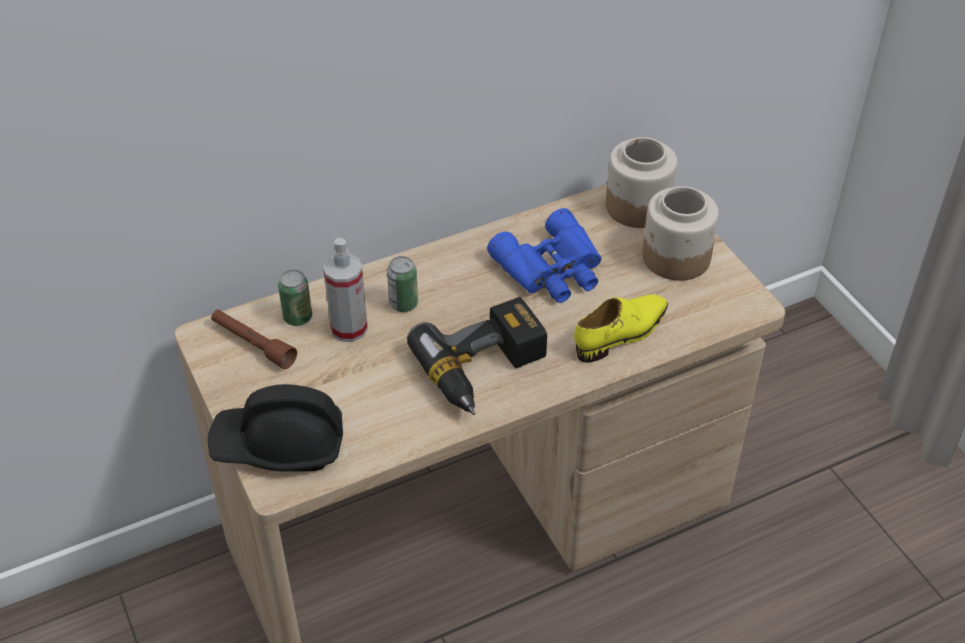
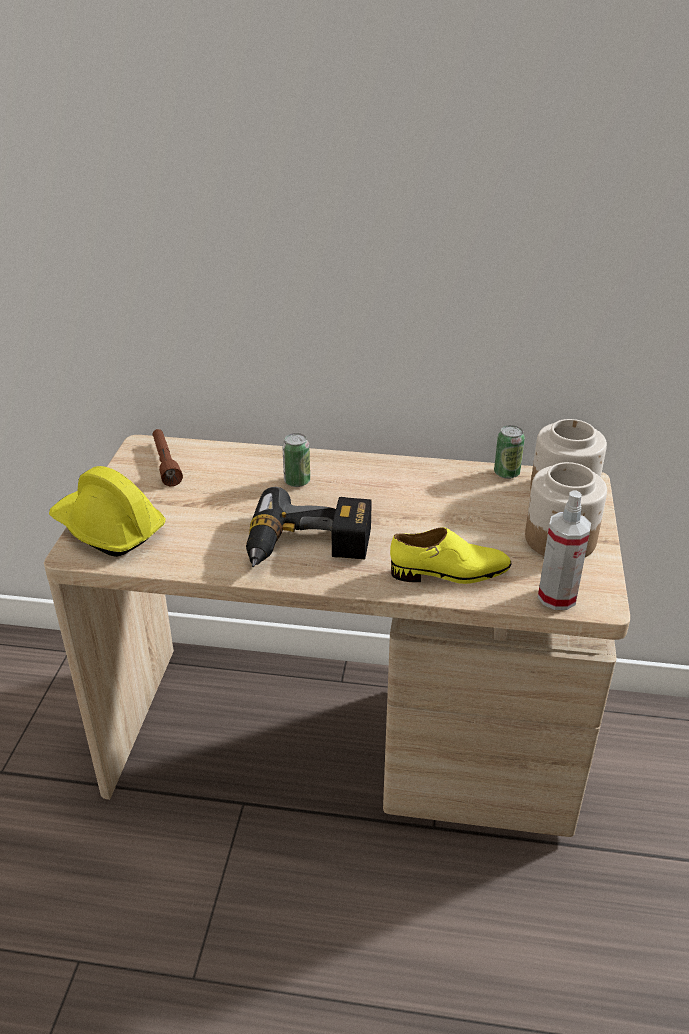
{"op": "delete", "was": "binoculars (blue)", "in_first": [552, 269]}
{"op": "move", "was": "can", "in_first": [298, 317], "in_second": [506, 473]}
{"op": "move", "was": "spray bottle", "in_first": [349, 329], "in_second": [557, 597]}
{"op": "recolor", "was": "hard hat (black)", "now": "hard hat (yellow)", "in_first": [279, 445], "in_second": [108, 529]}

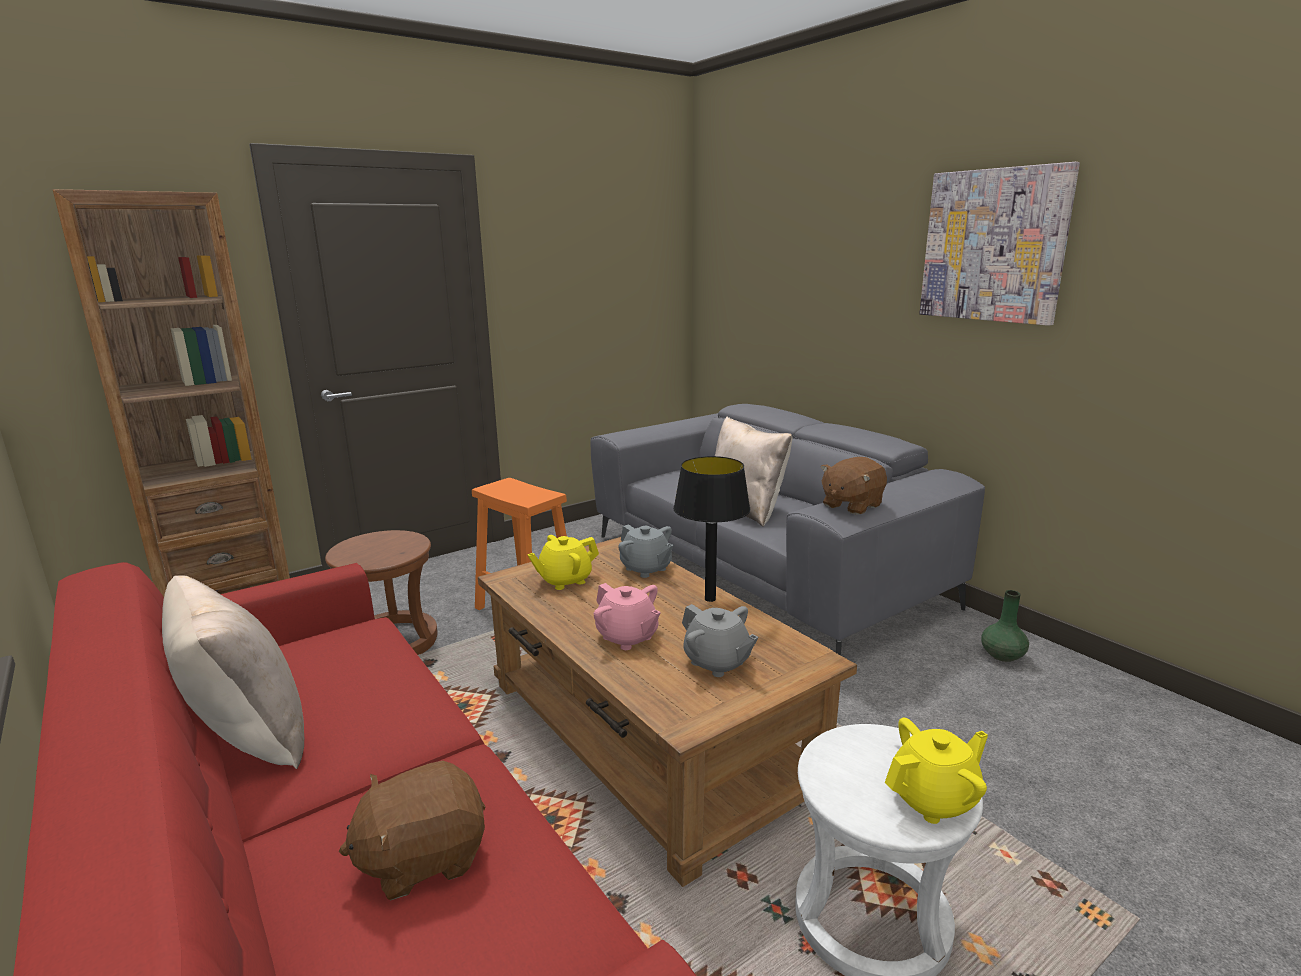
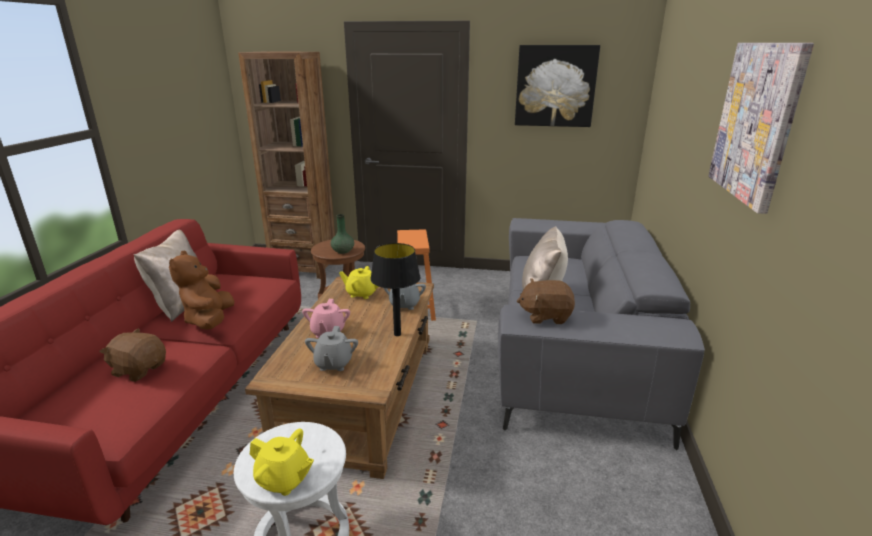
{"op": "insert", "now": "plush toy (brown)", "in_second": [209, 320]}
{"op": "insert", "now": "picture", "in_second": [555, 86]}
{"op": "move", "was": "vase (green)", "in_first": [1002, 655], "in_second": [343, 251]}

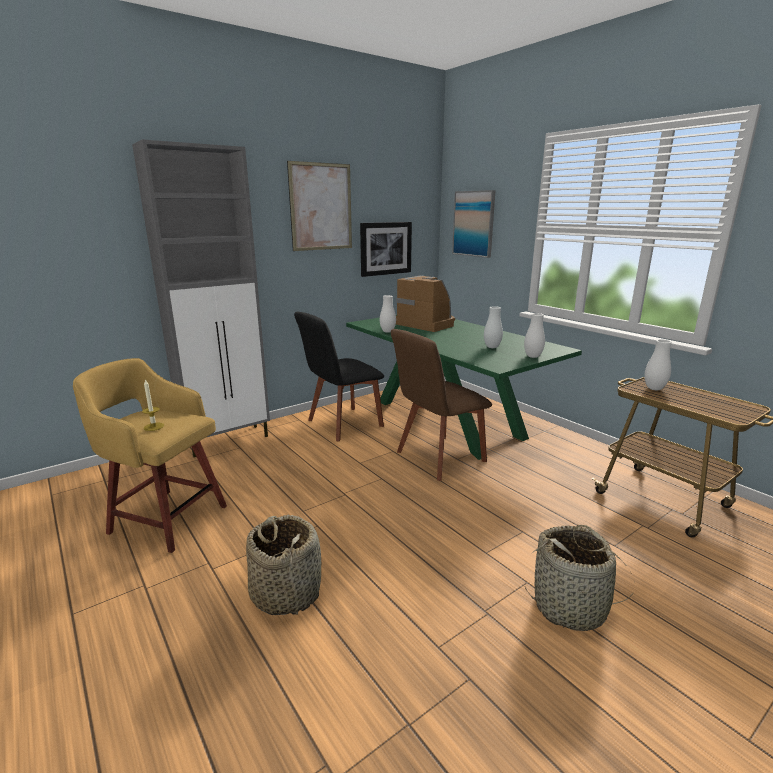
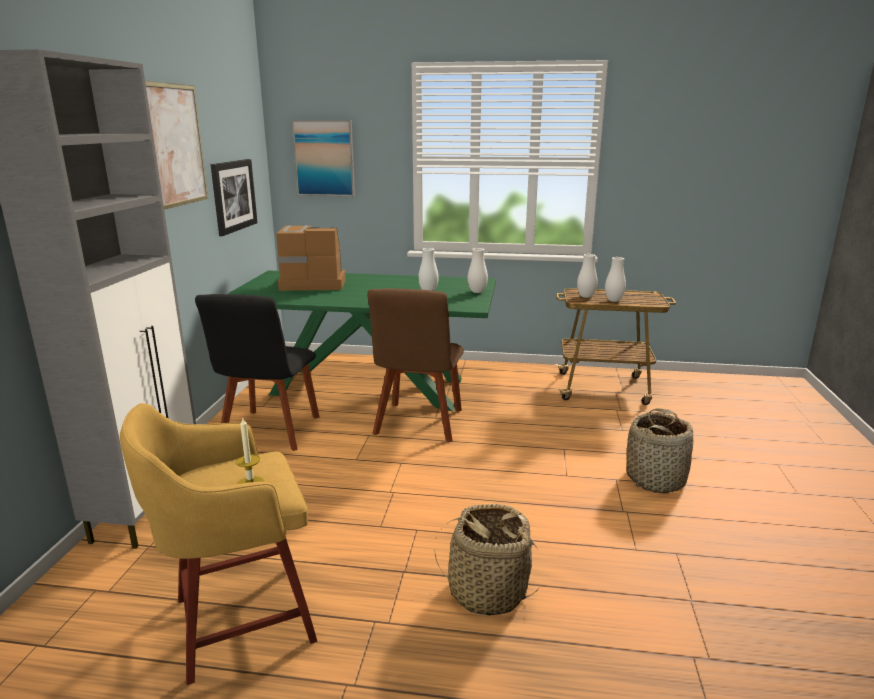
{"op": "move", "was": "vase (white)", "in_first": [387, 331], "in_second": [613, 300]}

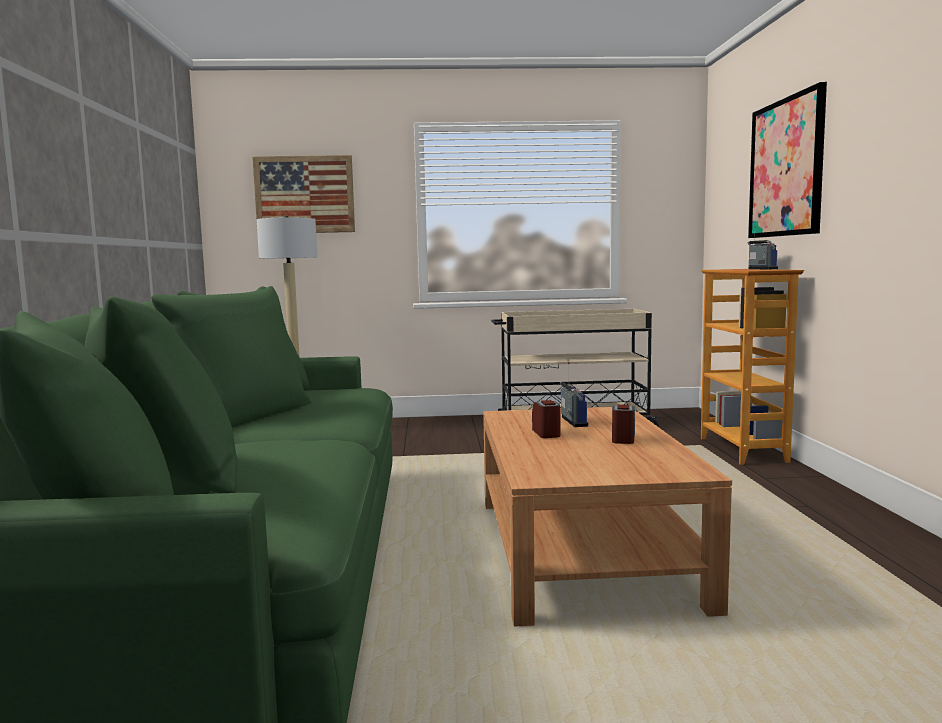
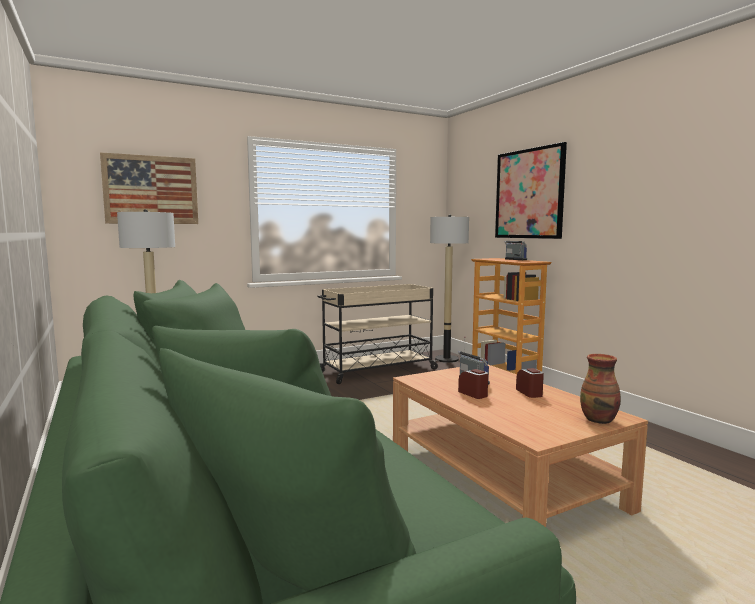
{"op": "insert", "now": "floor lamp", "in_second": [446, 359]}
{"op": "insert", "now": "vase", "in_second": [599, 420]}

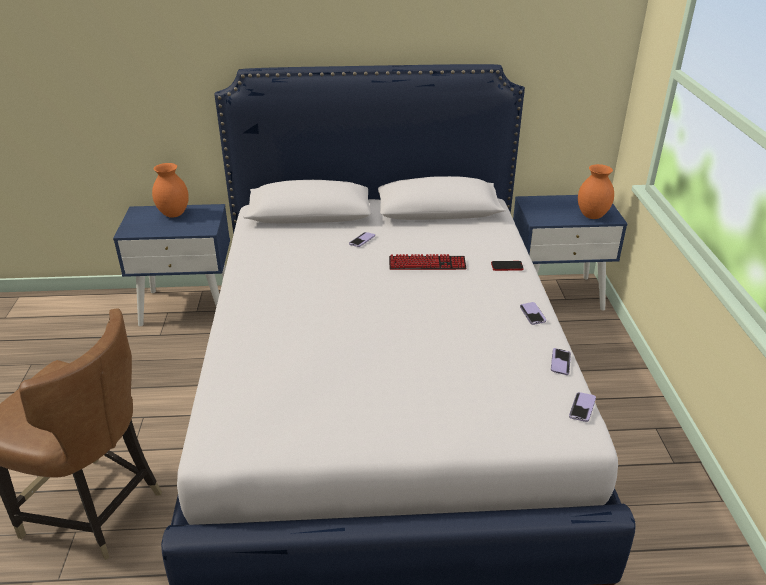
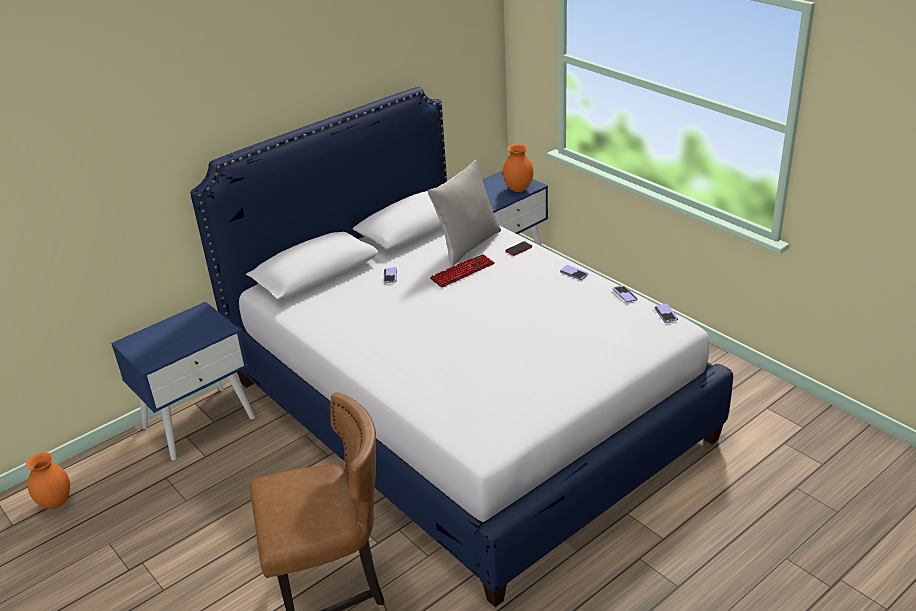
{"op": "insert", "now": "pillow (grey)", "in_second": [467, 245]}
{"op": "move", "was": "vase (orange)", "in_first": [173, 214], "in_second": [55, 503]}

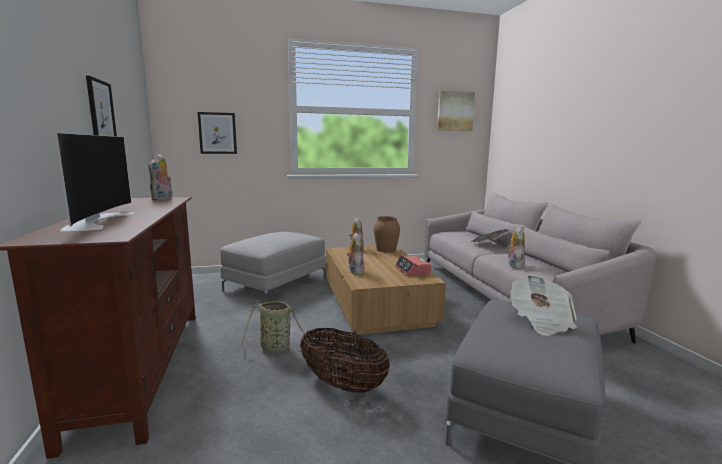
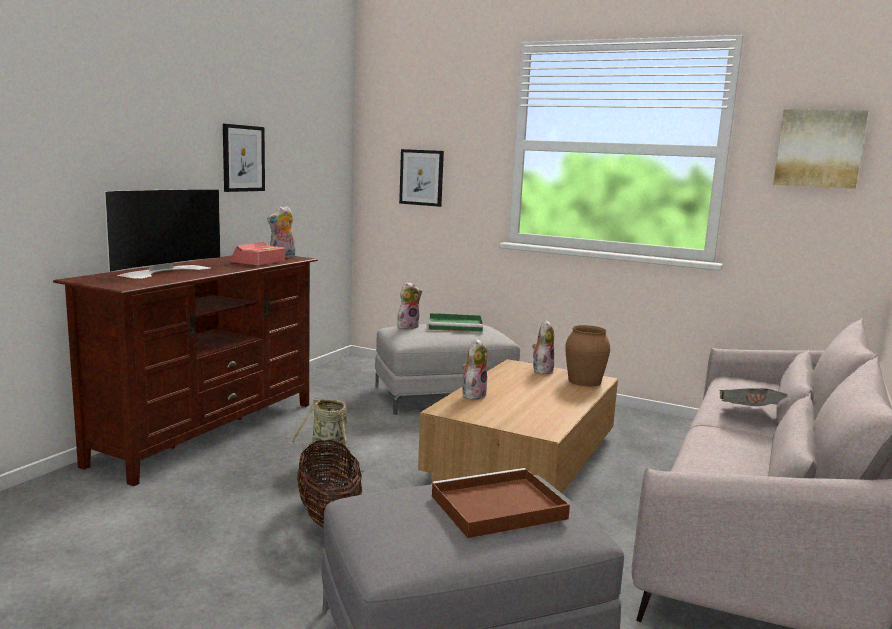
{"op": "insert", "now": "tray (green)", "in_second": [456, 325]}
{"op": "move", "was": "alarm clock", "in_first": [412, 270], "in_second": [258, 262]}
{"op": "move", "was": "plush toy", "in_first": [514, 265], "in_second": [407, 327]}
{"op": "replace", "was": "newspaper", "now": "tray (brown)", "in_first": [540, 321], "in_second": [496, 508]}

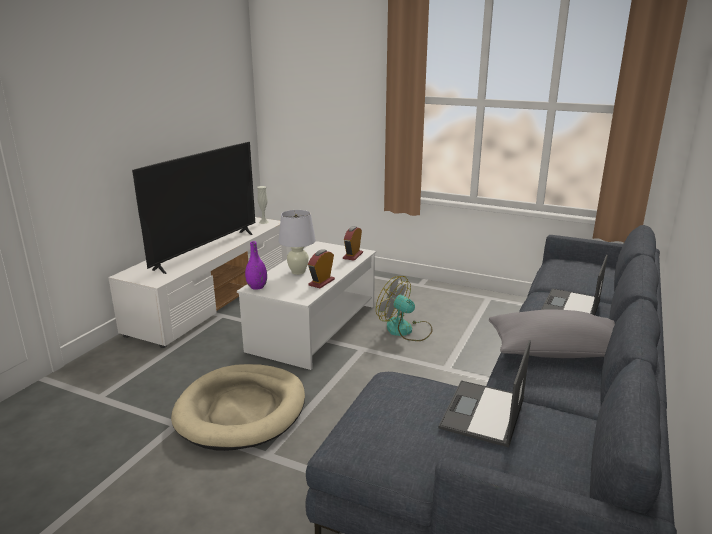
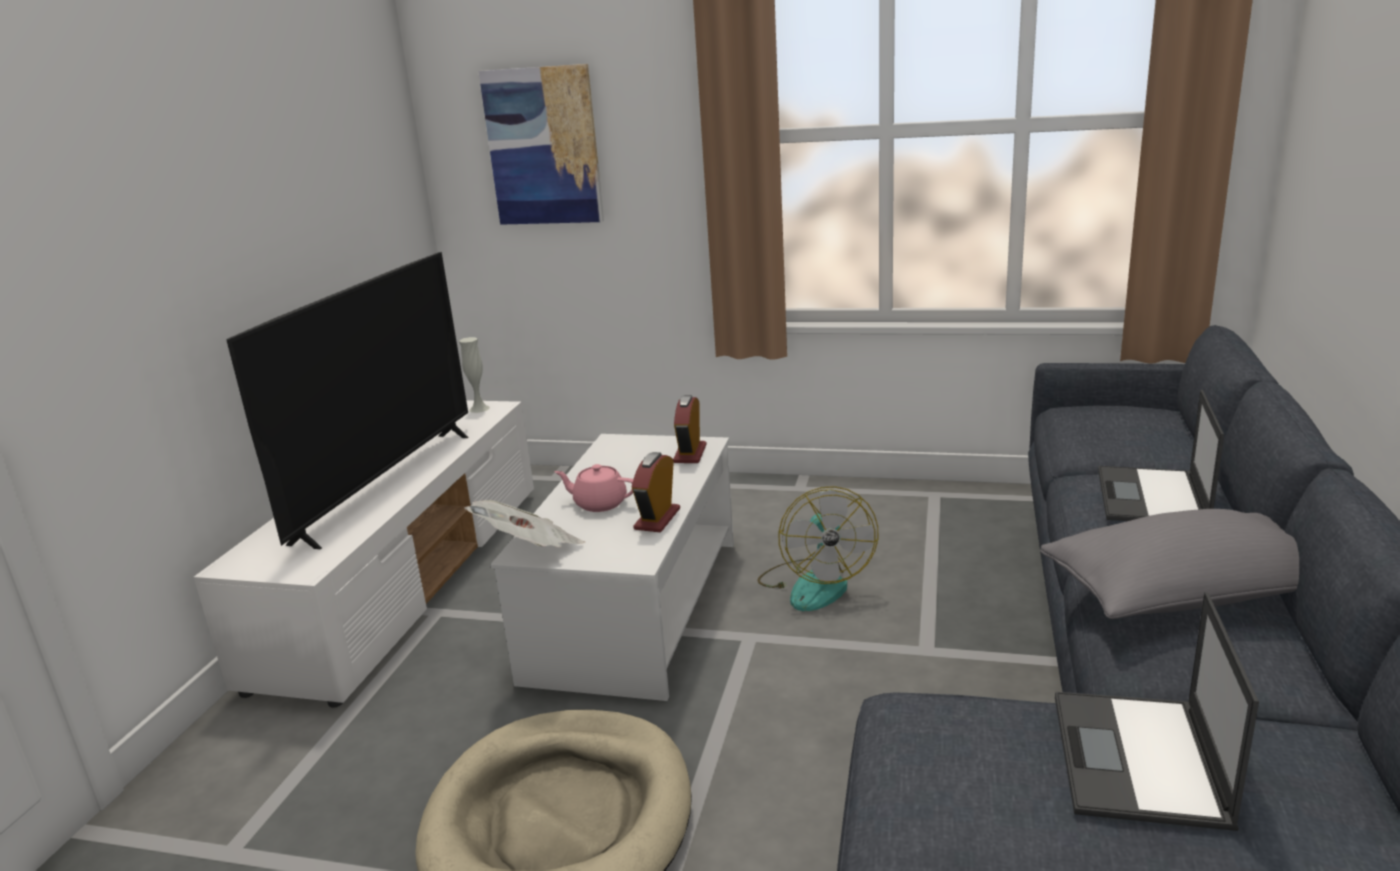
{"op": "insert", "now": "picture", "in_second": [543, 146]}
{"op": "replace", "was": "vase (purple)", "now": "newspaper", "in_first": [257, 287], "in_second": [530, 550]}
{"op": "replace", "was": "table lamp (white)", "now": "teapot (pink)", "in_first": [298, 272], "in_second": [599, 503]}
{"op": "rotate", "was": "fan", "in_first": [405, 330], "in_second": [814, 584], "clockwise": -120}

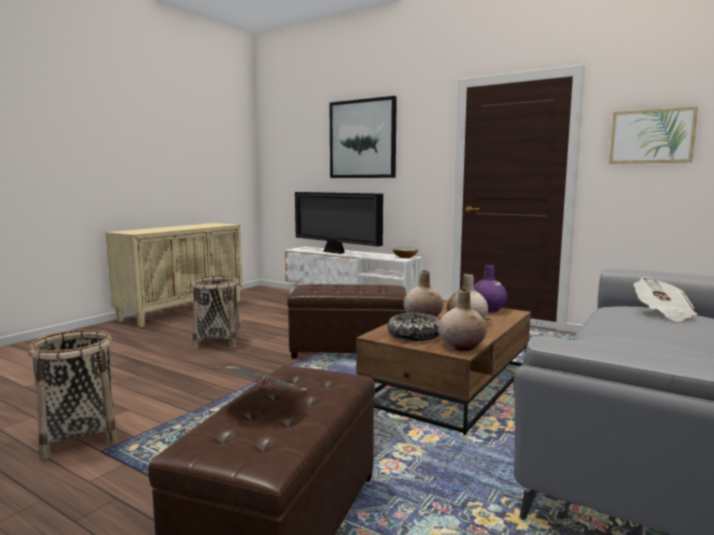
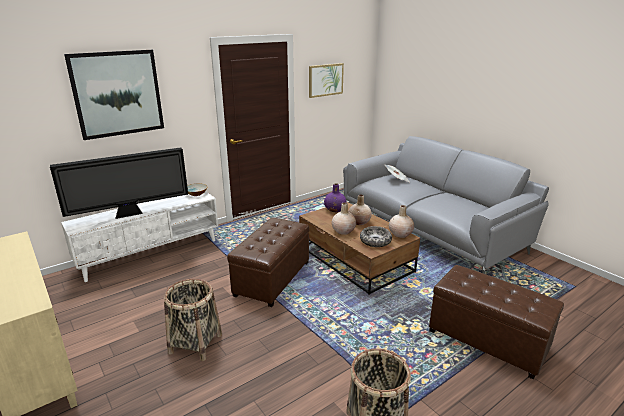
{"op": "delete", "was": "newspaper", "in_first": [267, 402]}

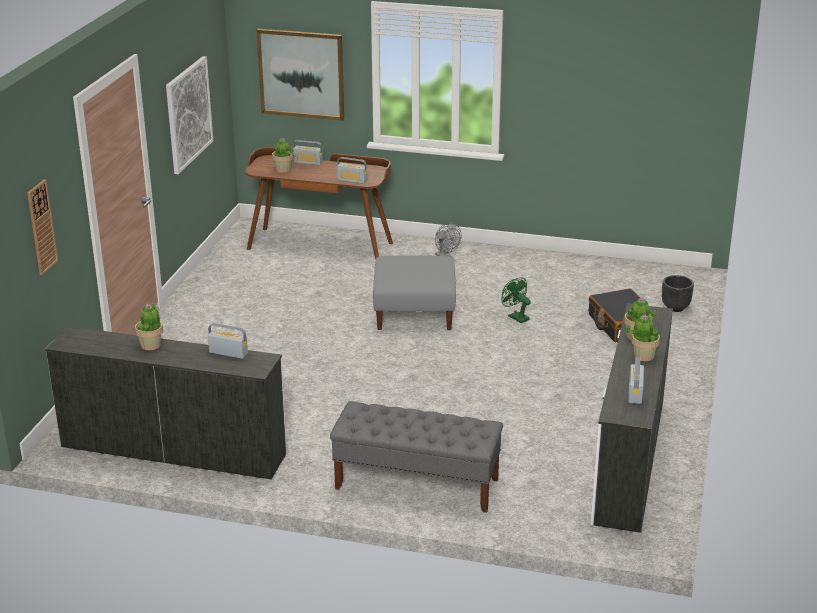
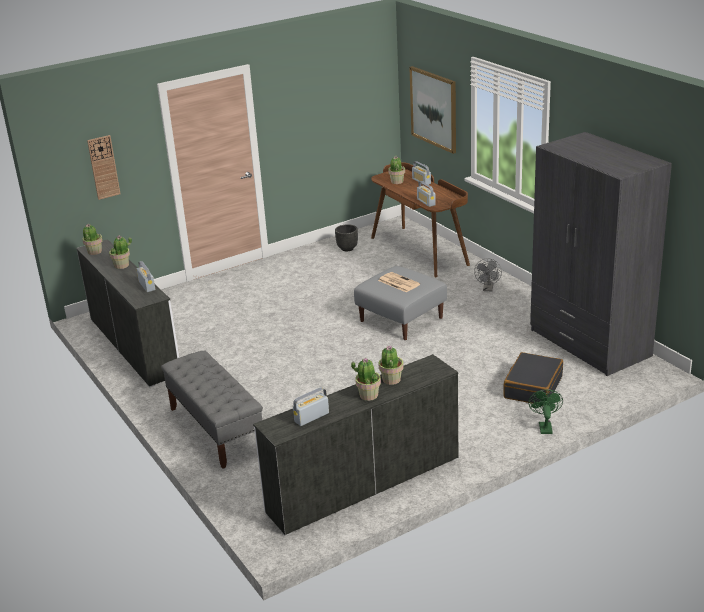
{"op": "delete", "was": "picture", "in_first": [188, 114]}
{"op": "insert", "now": "potted plant", "in_second": [94, 252]}
{"op": "insert", "now": "newspaper", "in_second": [398, 282]}
{"op": "insert", "now": "wardrobe (grey)", "in_second": [589, 343]}
{"op": "move", "was": "fan (green)", "in_first": [515, 317], "in_second": [544, 426]}
{"op": "move", "was": "planter (black)", "in_first": [675, 308], "in_second": [347, 248]}

